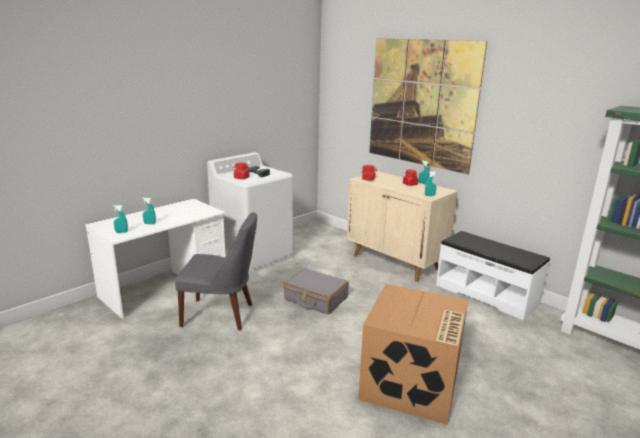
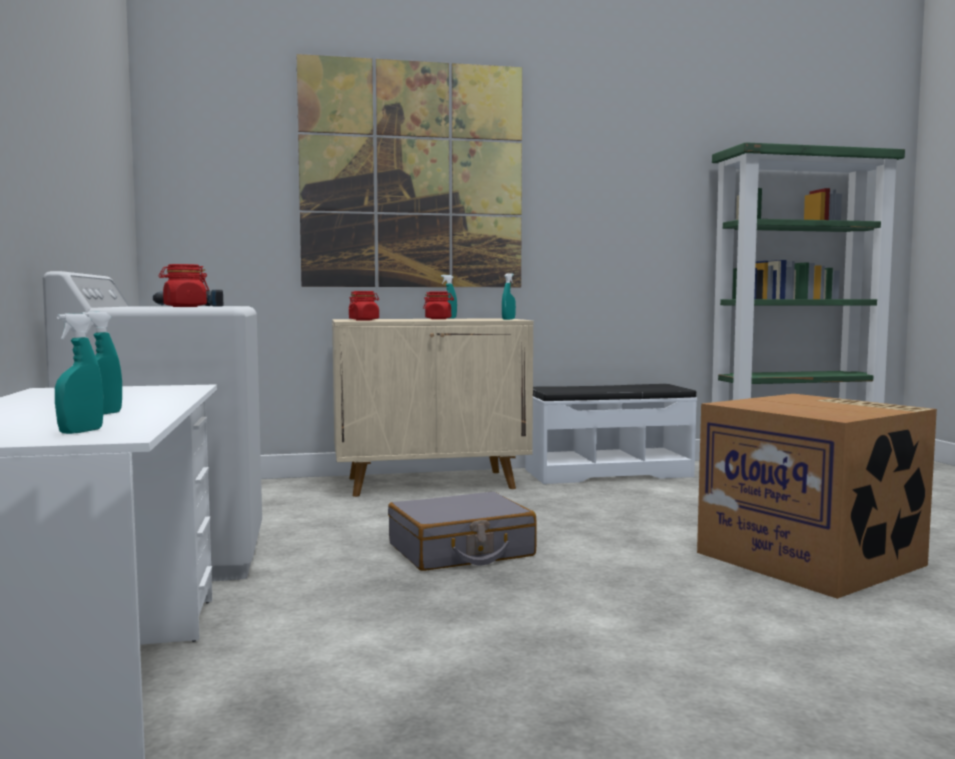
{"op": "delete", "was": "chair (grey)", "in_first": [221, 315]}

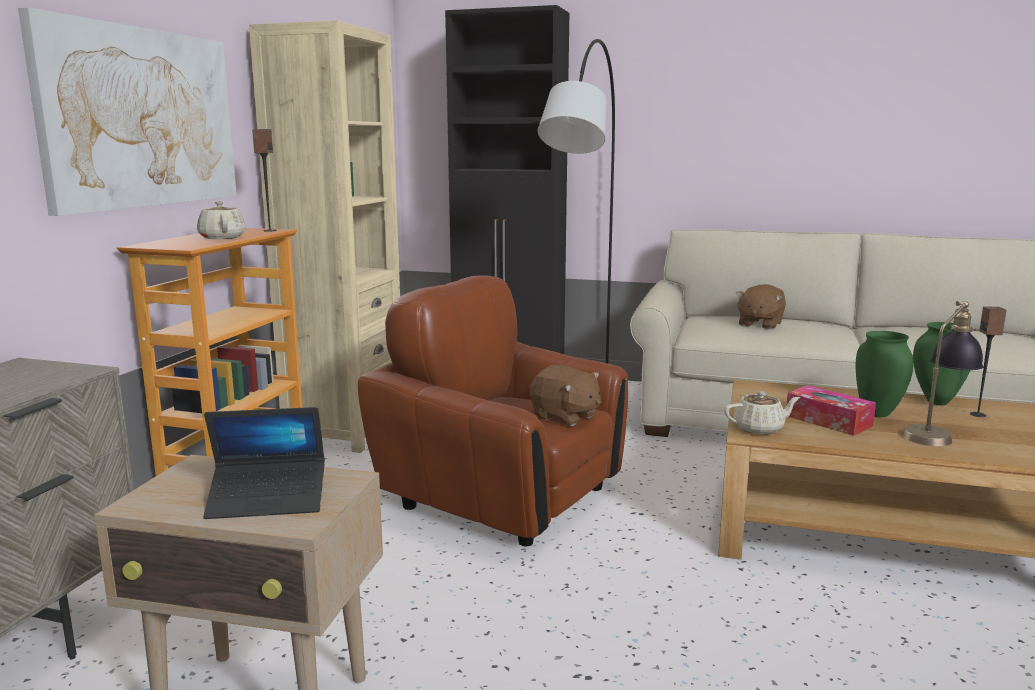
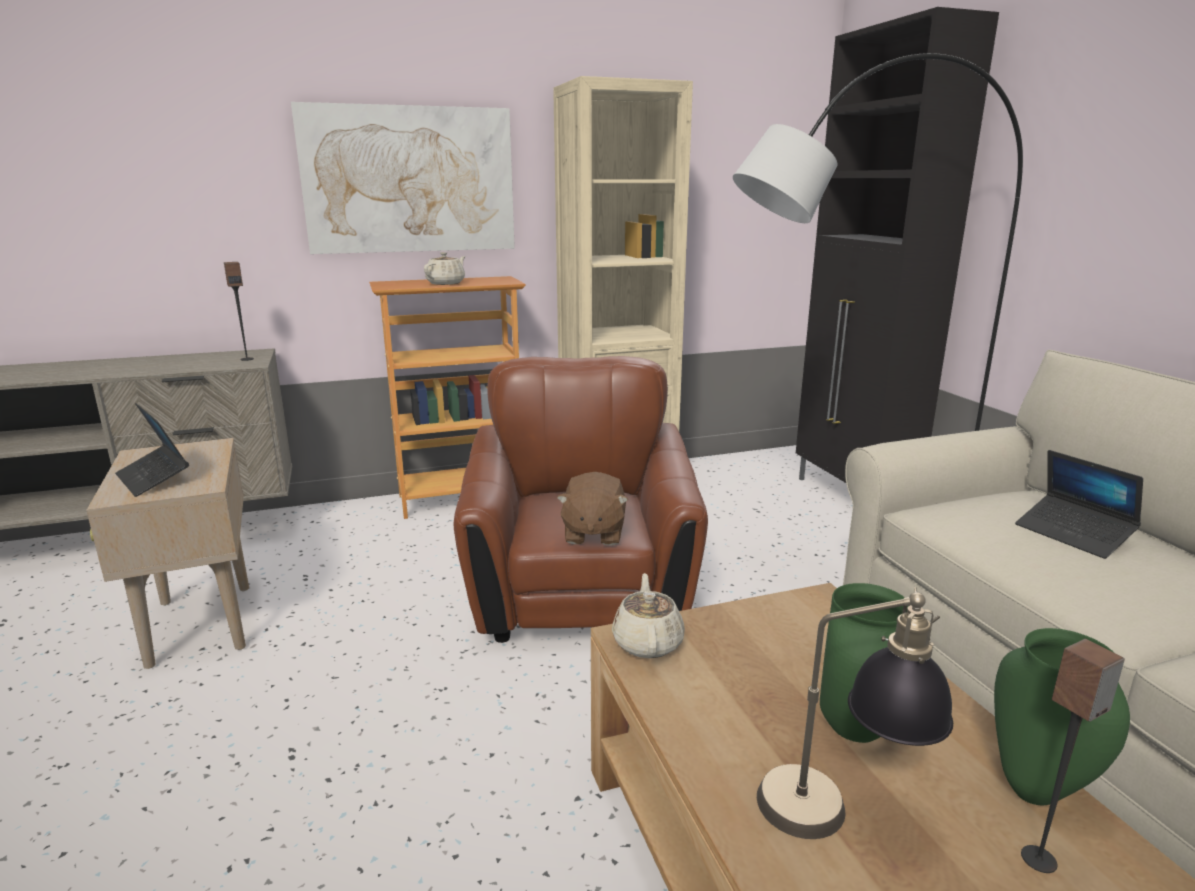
{"op": "delete", "was": "tissue box", "in_first": [828, 421]}
{"op": "move", "was": "speaker", "in_first": [269, 230], "in_second": [247, 359]}
{"op": "replace", "was": "plush toy (brown)", "now": "laptop", "in_first": [759, 324], "in_second": [1073, 534]}
{"op": "rotate", "was": "teapot (beige)", "in_first": [759, 428], "in_second": [647, 642], "clockwise": -135}

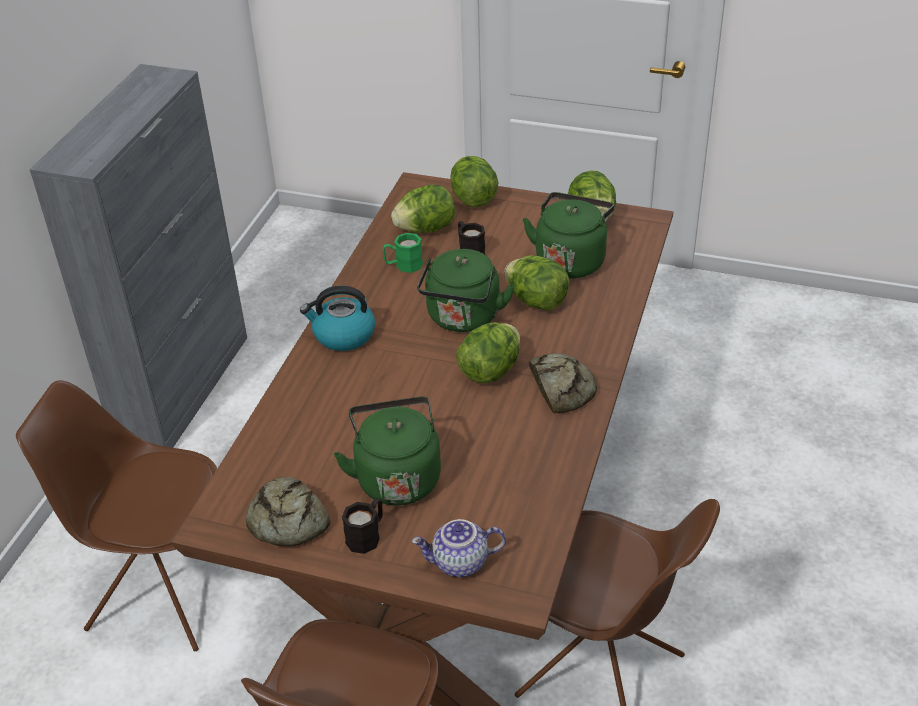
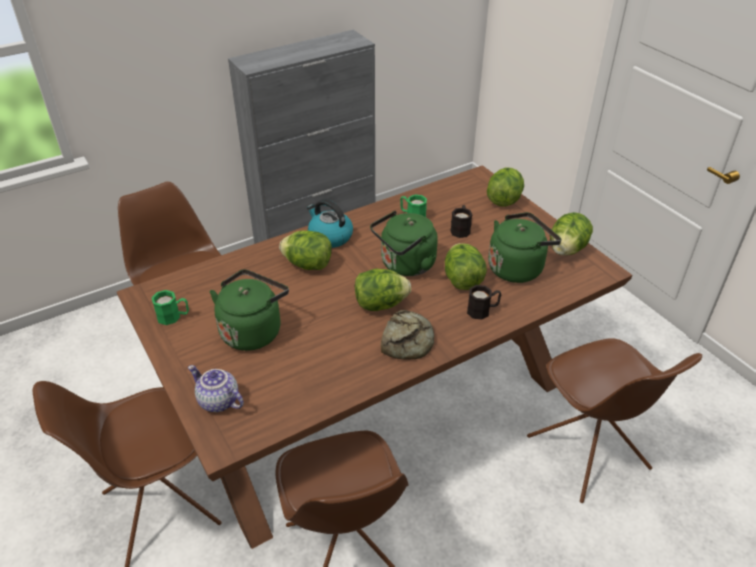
{"op": "insert", "now": "chair (brown)", "in_second": [589, 454]}
{"op": "move", "was": "mug (black)", "in_first": [367, 535], "in_second": [483, 310]}
{"op": "move", "was": "lettuce", "in_first": [425, 229], "in_second": [308, 265]}
{"op": "replace", "was": "bread", "now": "mug (green)", "in_first": [287, 521], "in_second": [173, 317]}

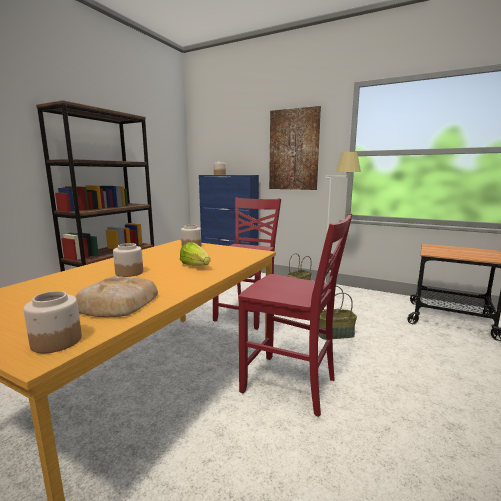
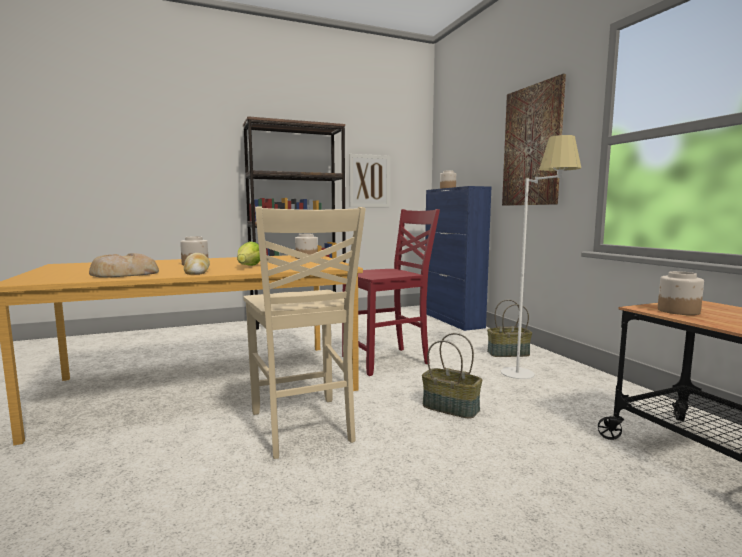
{"op": "insert", "now": "bread", "in_second": [197, 271]}
{"op": "insert", "now": "picture", "in_second": [369, 181]}
{"op": "move", "was": "jar", "in_first": [56, 342], "in_second": [678, 311]}
{"op": "recolor", "was": "chair (red)", "now": "chair (beige)", "in_first": [291, 385], "in_second": [302, 427]}

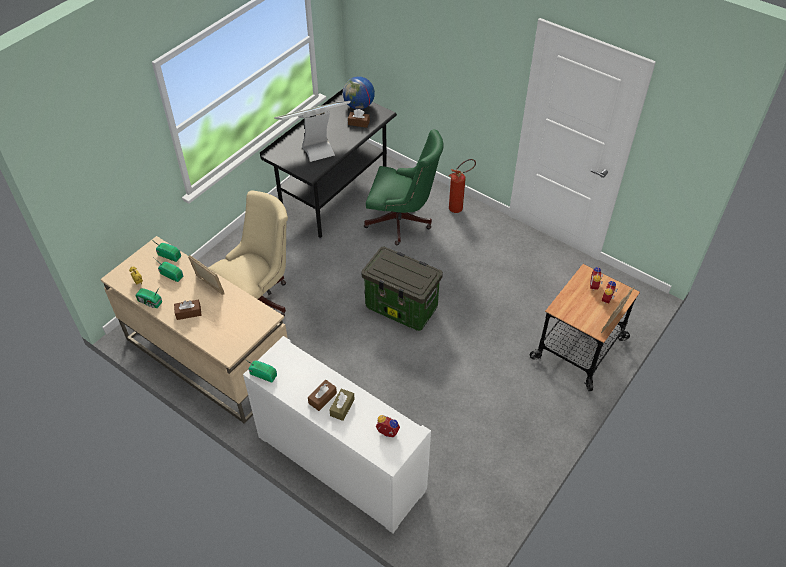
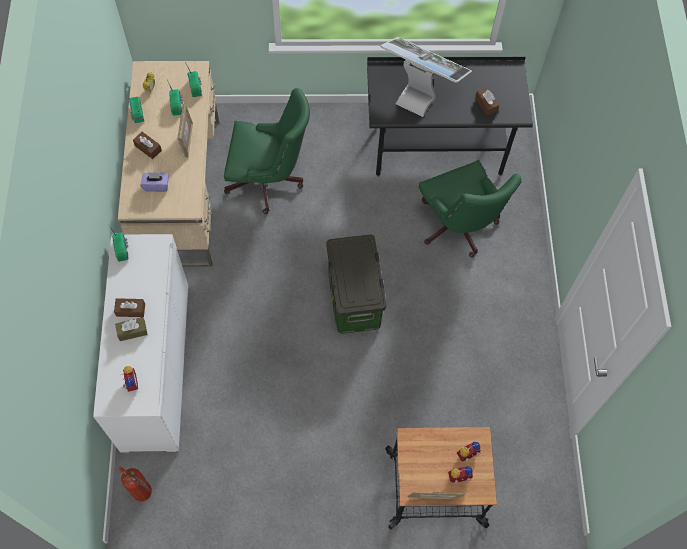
{"op": "delete", "was": "globe", "in_first": [359, 106]}
{"op": "insert", "now": "tissue box (purple)", "in_second": [156, 185]}
{"op": "move", "was": "fire extinguisher", "in_first": [459, 207], "in_second": [146, 494]}
{"op": "recolor", "was": "office chair (beige)", "now": "office chair (green)", "in_first": [259, 299], "in_second": [269, 181]}

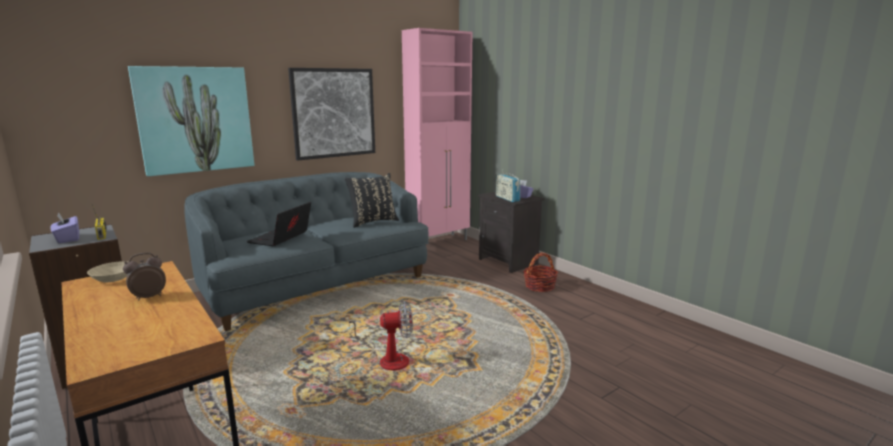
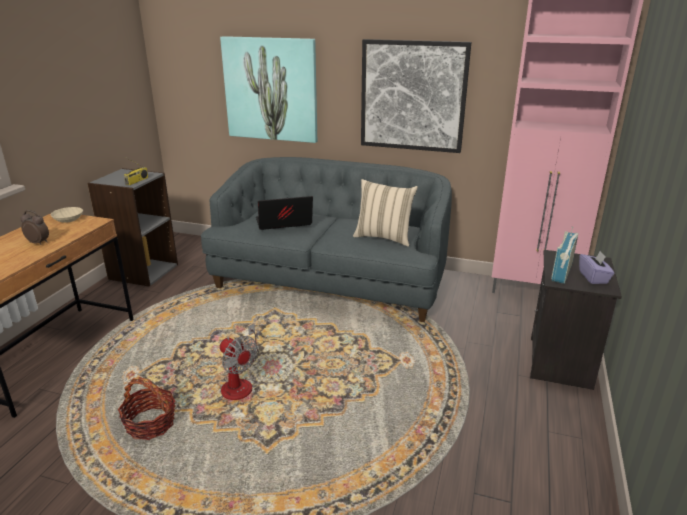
{"op": "delete", "was": "tissue box (purple)", "in_first": [67, 239]}
{"op": "move", "was": "basket", "in_first": [539, 286], "in_second": [151, 424]}
{"op": "recolor", "was": "pillow (black)", "now": "pillow (beige)", "in_first": [372, 221], "in_second": [384, 237]}

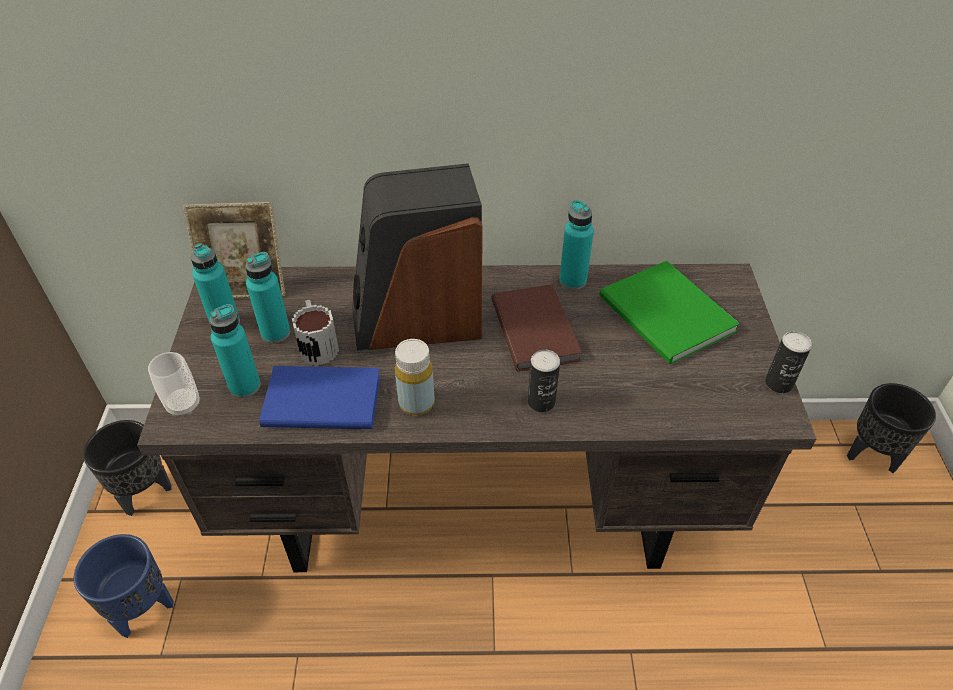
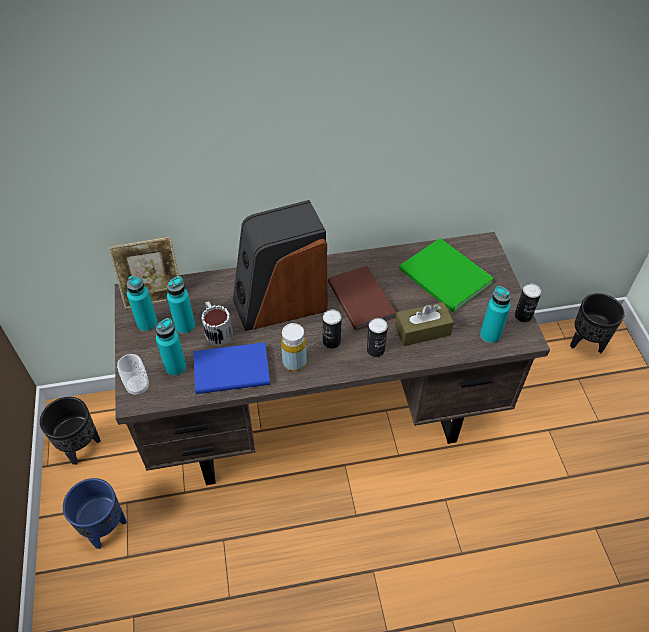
{"op": "insert", "now": "can", "in_second": [331, 341]}
{"op": "insert", "now": "tissue box (brown)", "in_second": [422, 330]}
{"op": "move", "was": "bottle (turquoise)", "in_first": [572, 280], "in_second": [490, 335]}

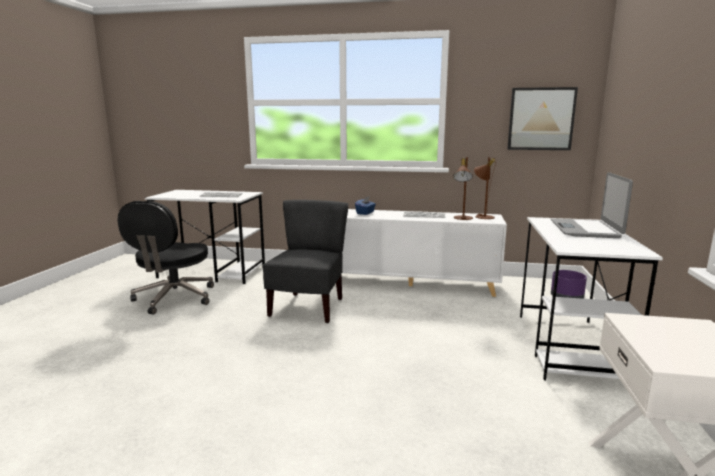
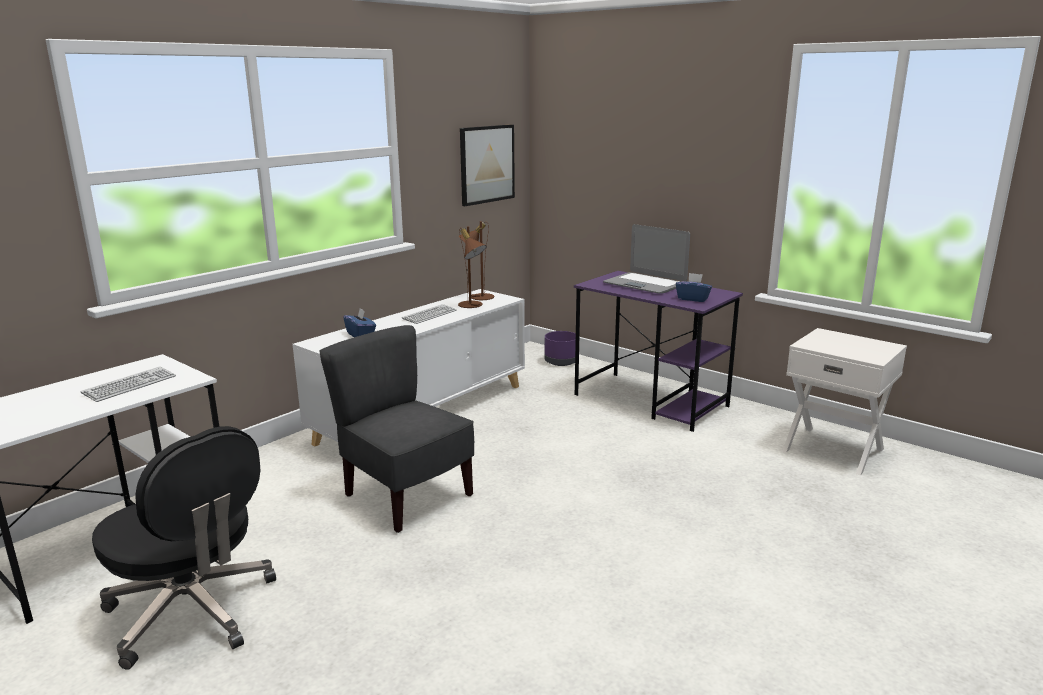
{"op": "insert", "now": "tissue box (blue)", "in_second": [693, 299]}
{"op": "recolor", "was": "desk (white)", "now": "desk (purple)", "in_first": [569, 347], "in_second": [651, 401]}

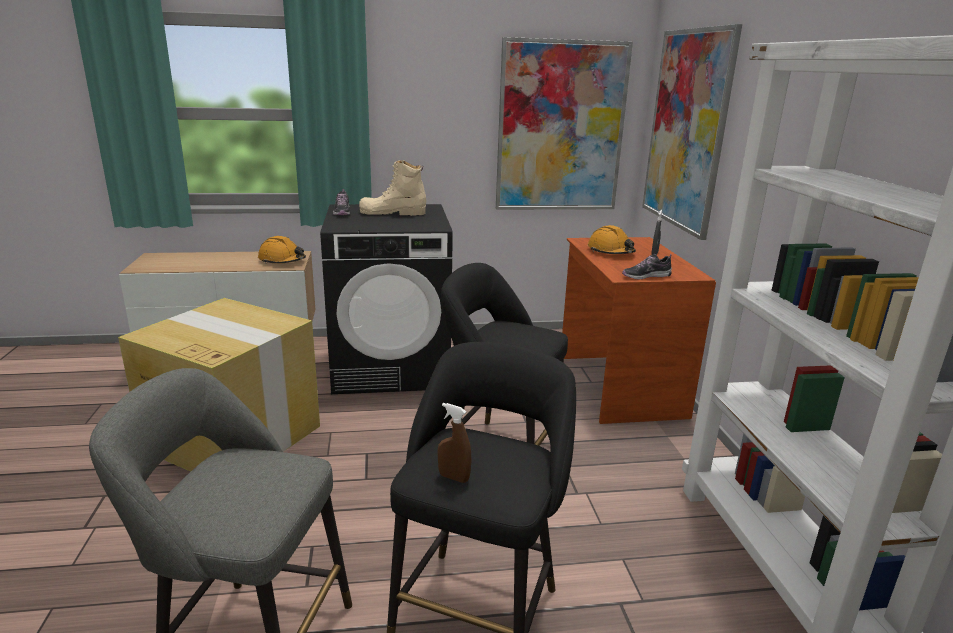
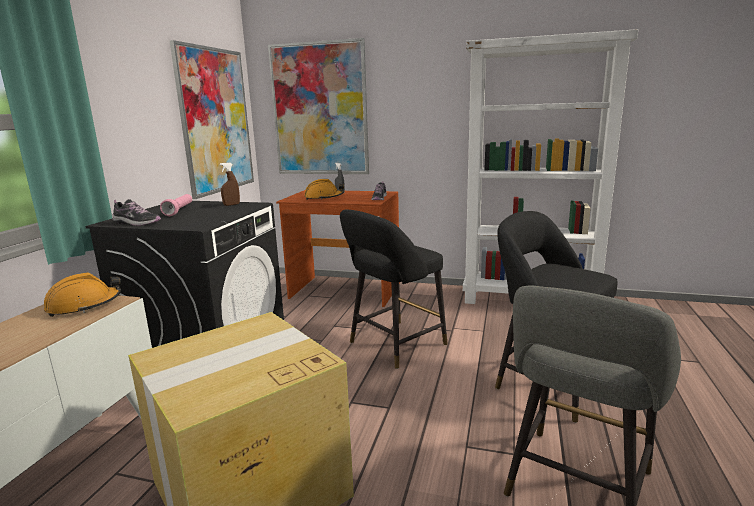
{"op": "move", "was": "spray bottle (brown)", "in_first": [453, 477], "in_second": [231, 205]}
{"op": "replace", "was": "boot (beige)", "now": "flashlight (pink)", "in_first": [392, 213], "in_second": [179, 211]}

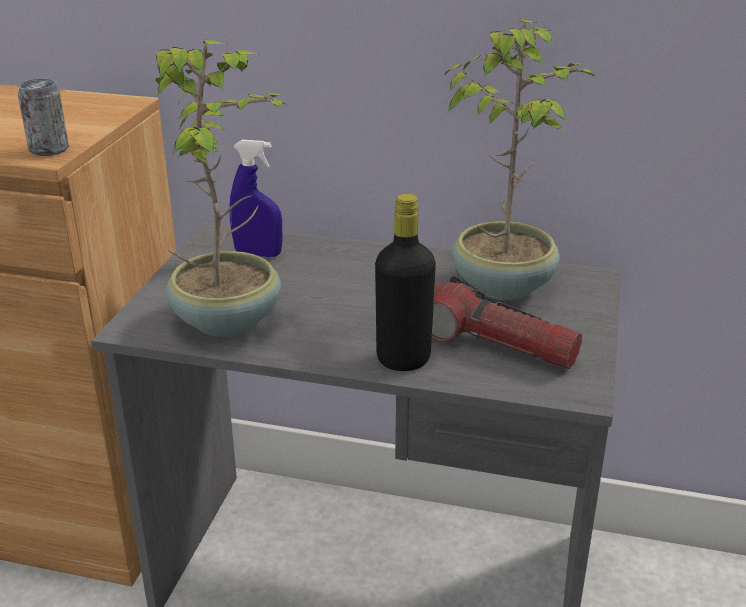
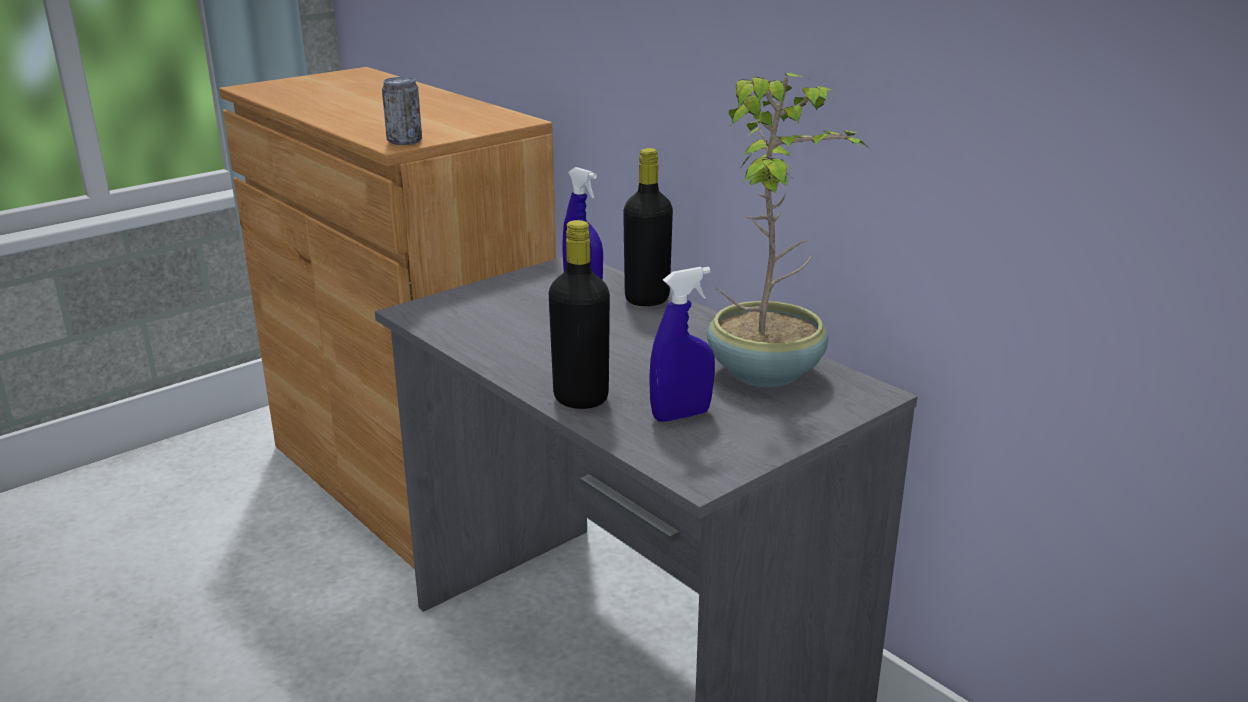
{"op": "delete", "was": "potted plant", "in_first": [229, 319]}
{"op": "insert", "now": "bottle (black)", "in_second": [647, 299]}
{"op": "replace", "was": "flashlight", "now": "spray bottle (blue)", "in_first": [496, 345], "in_second": [681, 415]}

